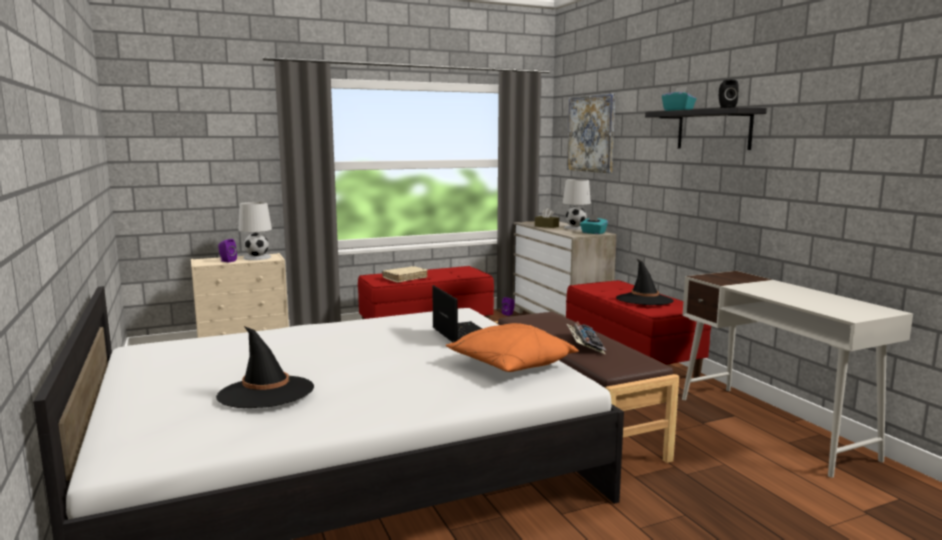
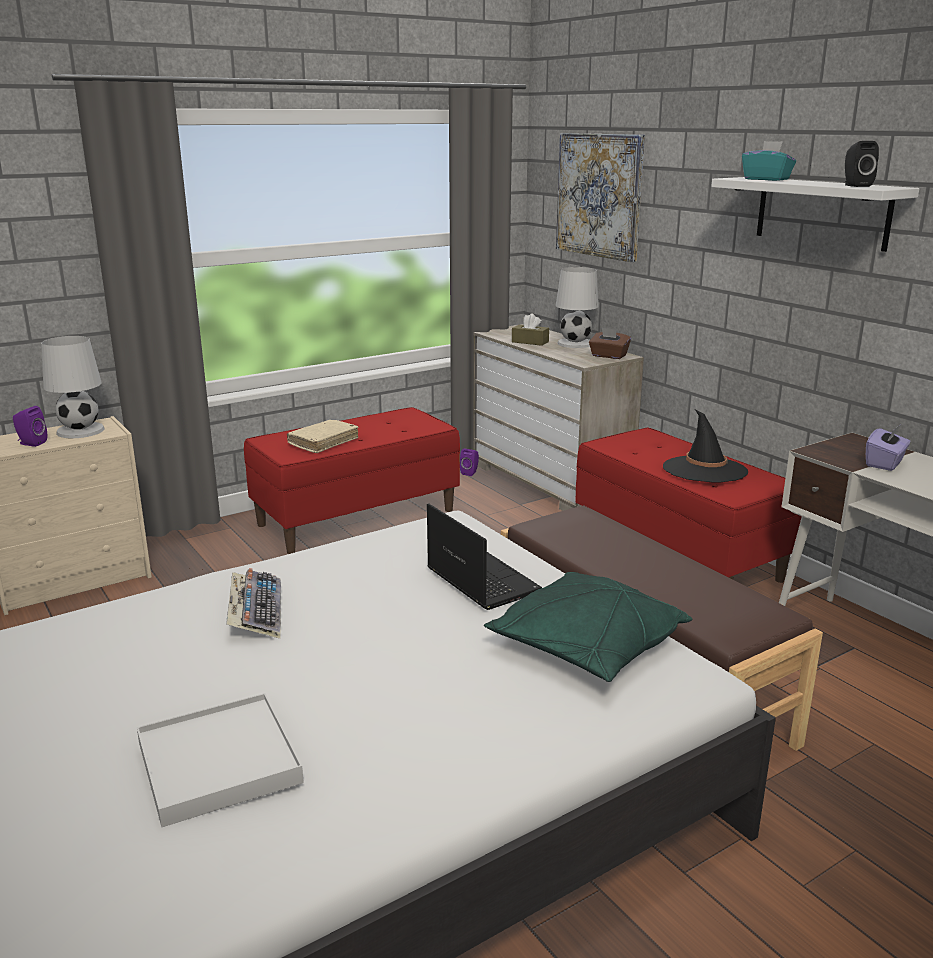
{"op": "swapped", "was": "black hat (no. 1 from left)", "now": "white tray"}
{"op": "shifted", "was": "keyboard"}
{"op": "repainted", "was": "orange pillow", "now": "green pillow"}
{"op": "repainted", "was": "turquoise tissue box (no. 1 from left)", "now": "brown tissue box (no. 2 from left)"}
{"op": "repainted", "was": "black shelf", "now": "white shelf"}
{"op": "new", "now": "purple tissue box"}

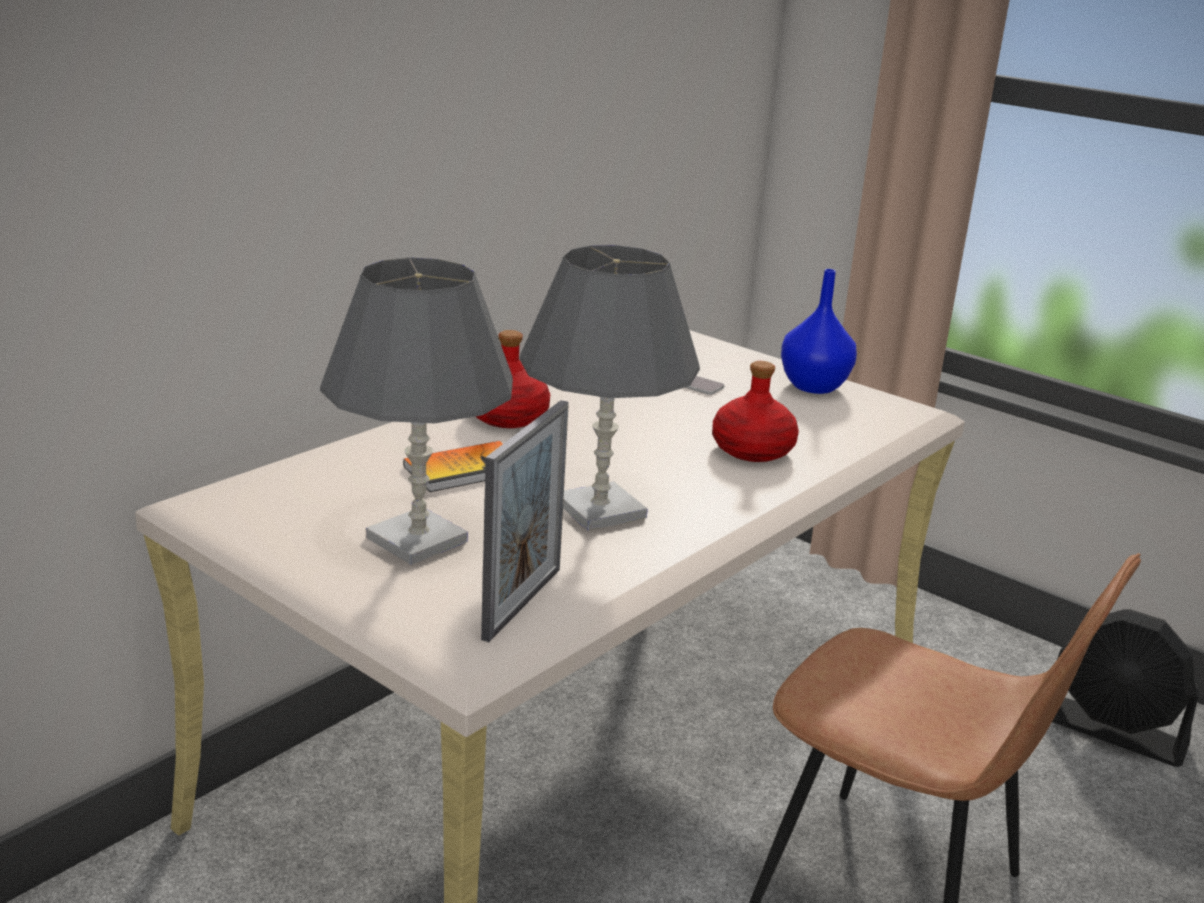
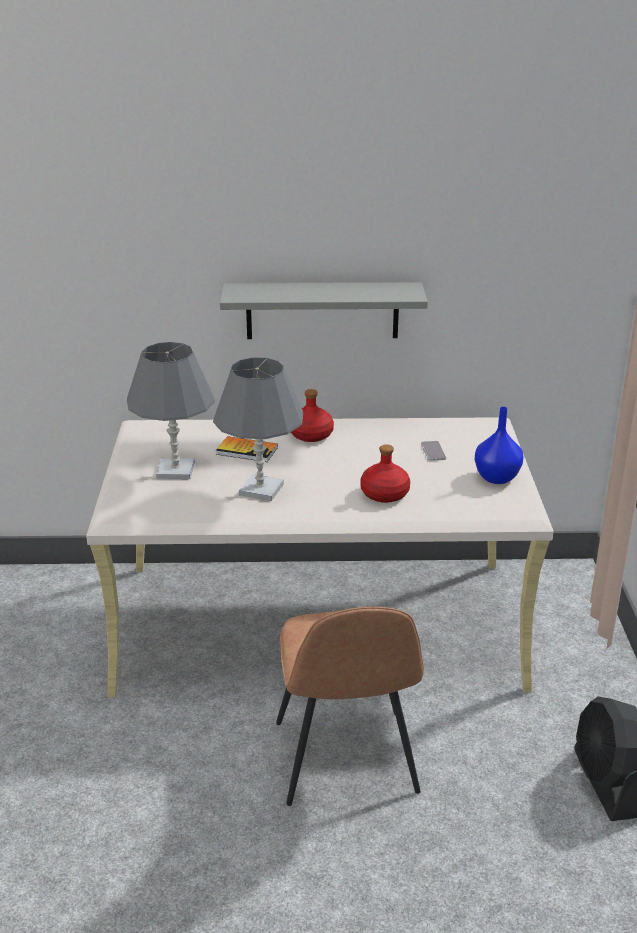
{"op": "new", "now": "grey shelf"}
{"op": "gone", "was": "picture frame"}

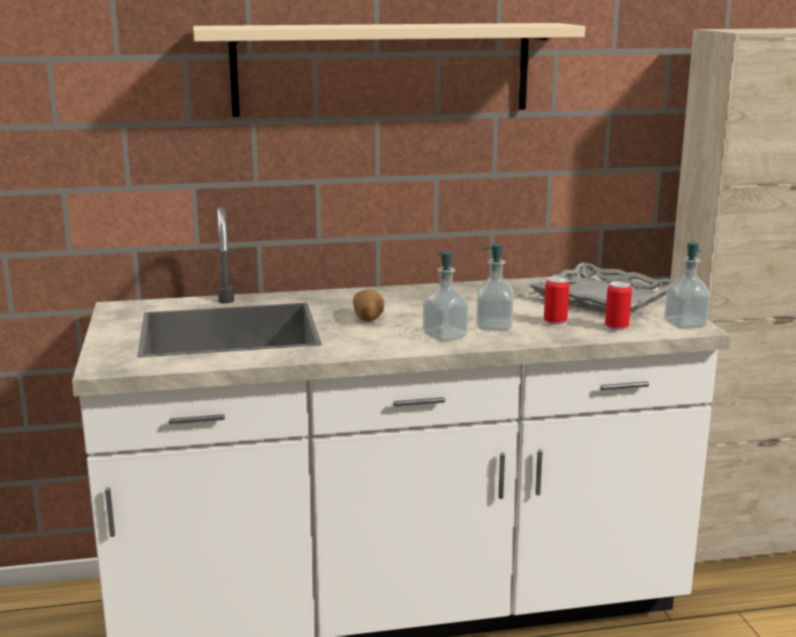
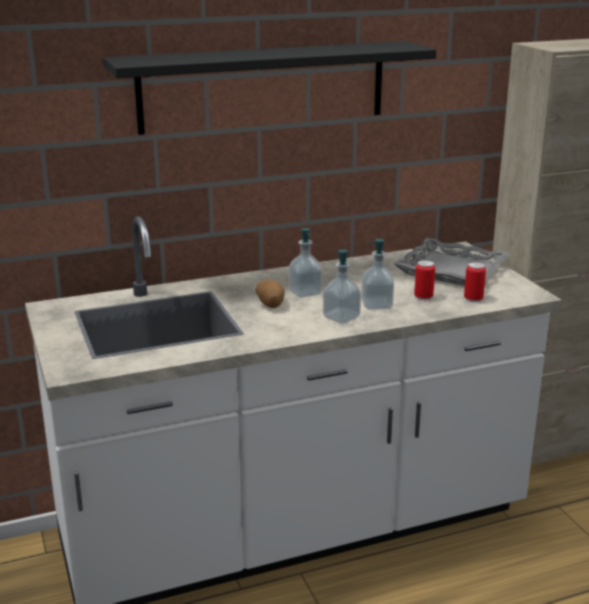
{"op": "repainted", "was": "beige shelf", "now": "black shelf"}
{"op": "shifted", "was": "soap dispenser (no. 3 from left in the first image)", "now": "soap dispenser (no. 1 from left)"}

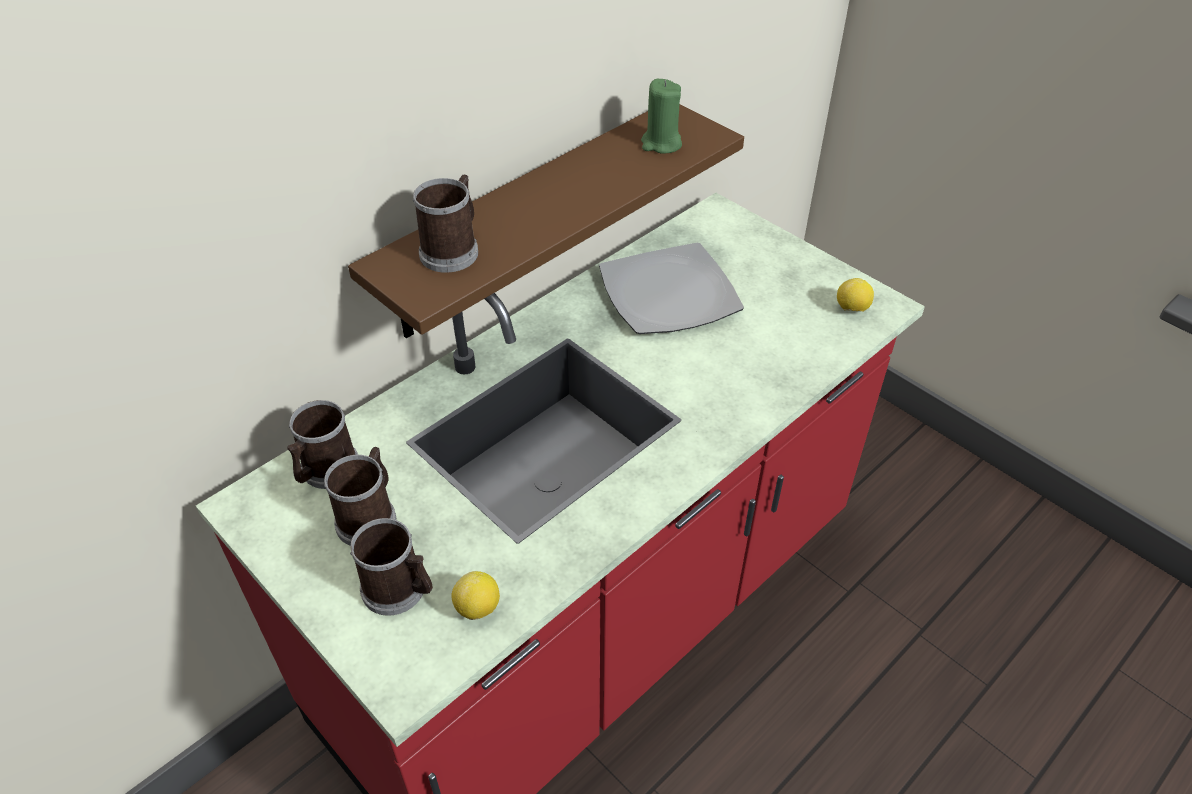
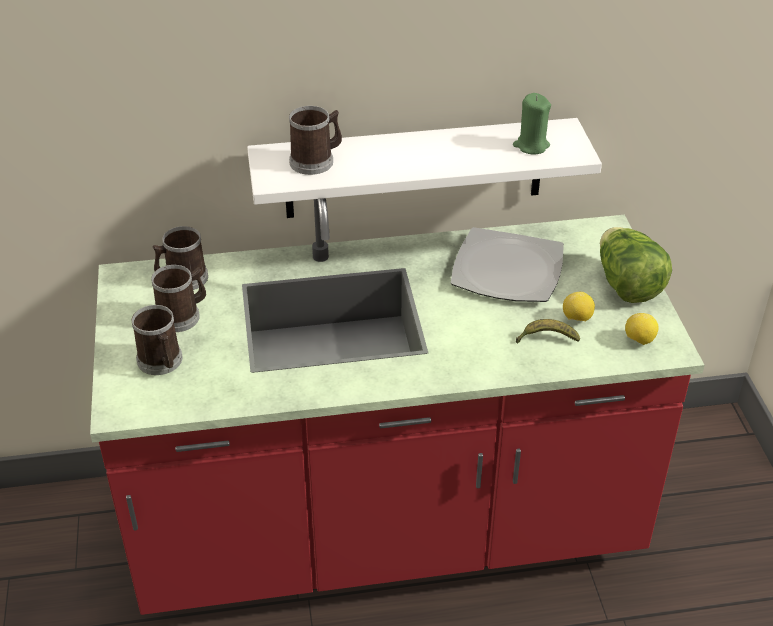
{"op": "repainted", "was": "brown shelf", "now": "white shelf"}
{"op": "new", "now": "banana"}
{"op": "shifted", "was": "lemon (no. 1 from left)"}
{"op": "new", "now": "lettuce"}

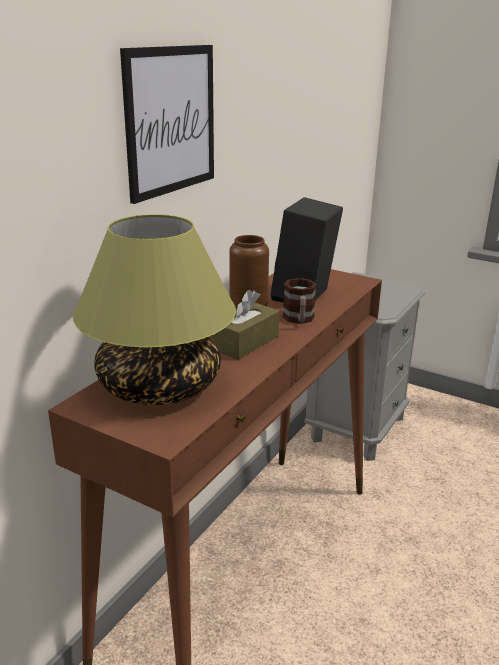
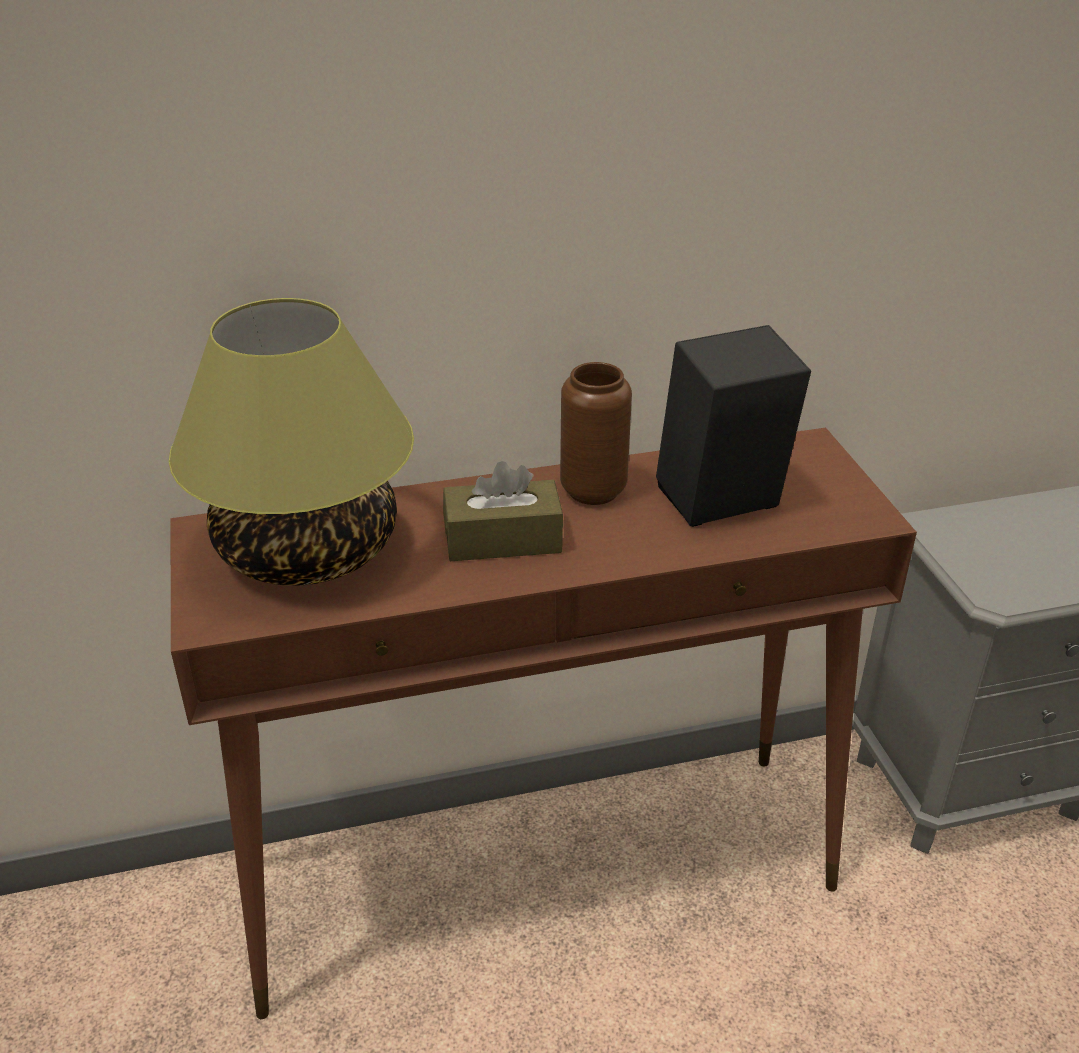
{"op": "gone", "was": "picture"}
{"op": "gone", "was": "mug"}

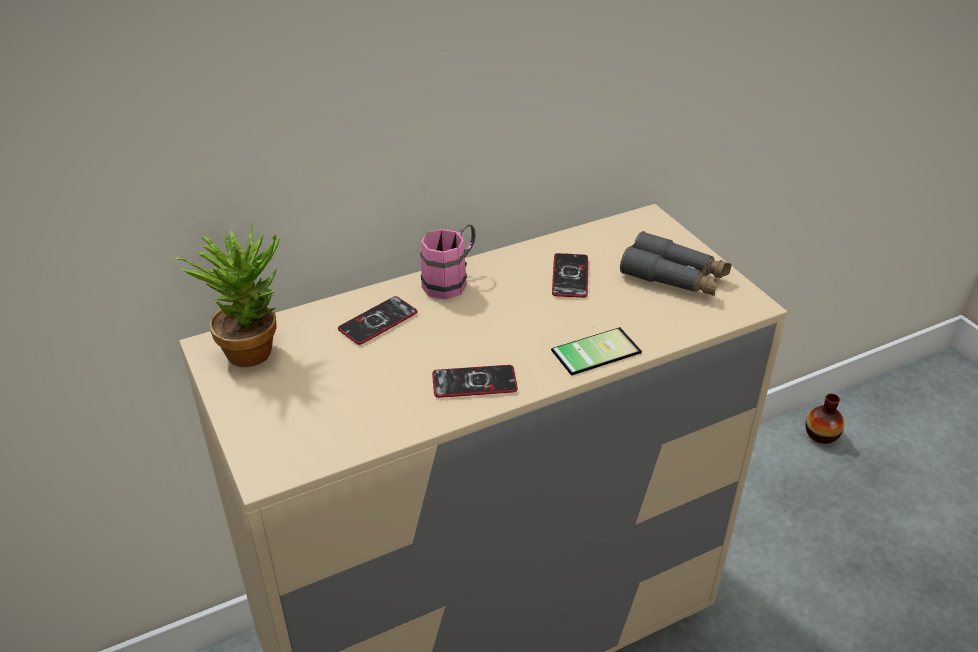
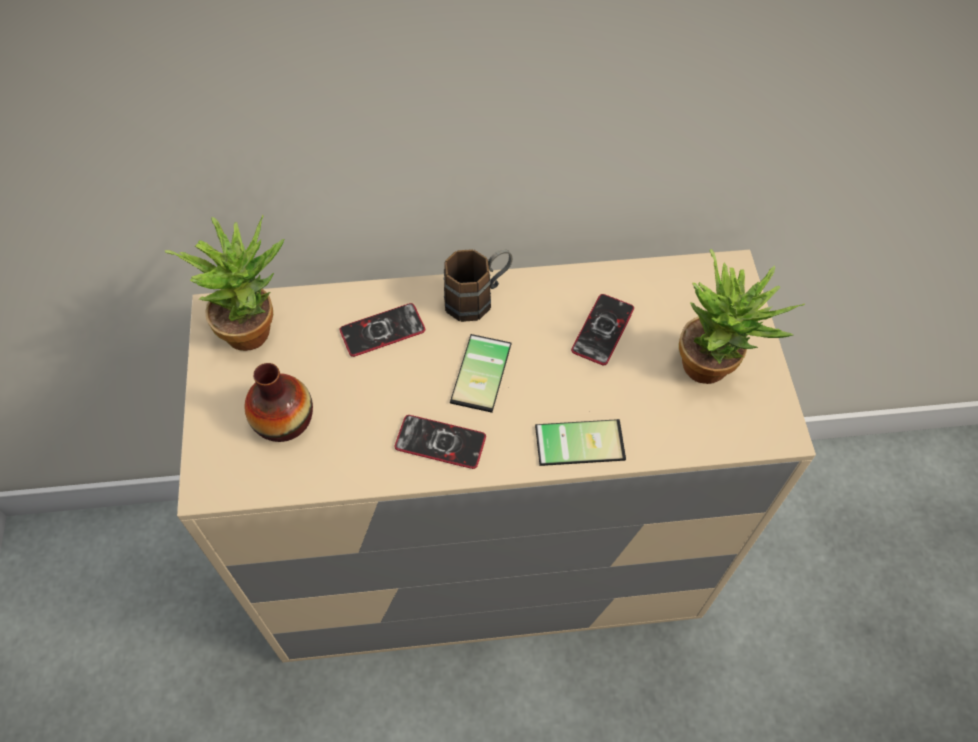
{"op": "shifted", "was": "vase"}
{"op": "repainted", "was": "pink mug", "now": "brown mug"}
{"op": "new", "now": "phone (no. 3 from left)"}
{"op": "swapped", "was": "grey binoculars", "now": "potted plant (no. 2 from left)"}

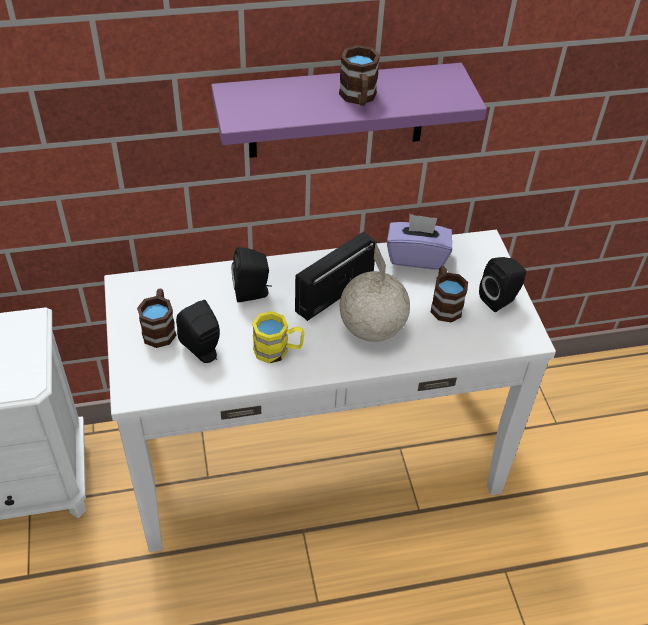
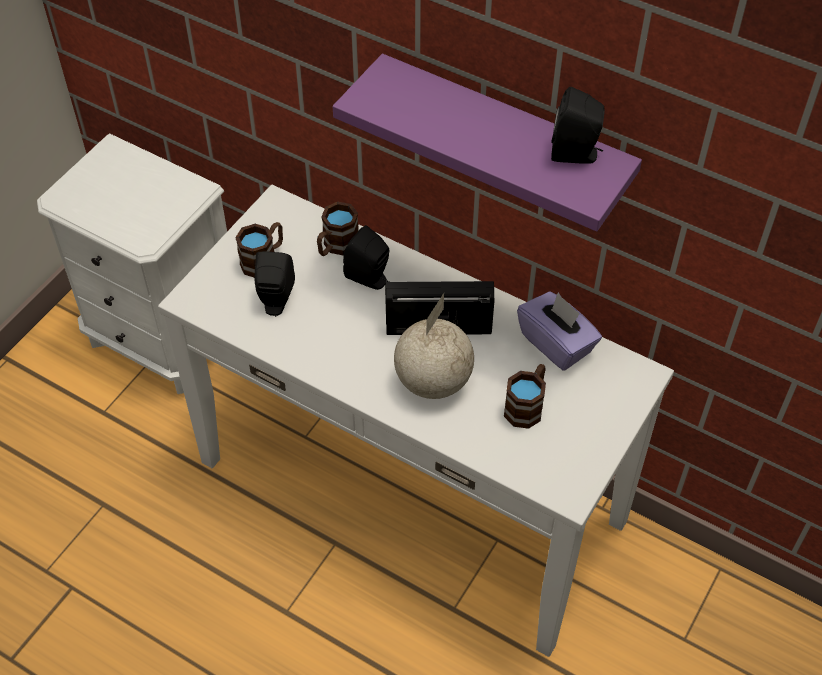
{"op": "shifted", "was": "brown mug (no. 2 from left)"}
{"op": "shifted", "was": "black speaker (no. 3 from left)"}
{"op": "gone", "was": "yellow mug"}

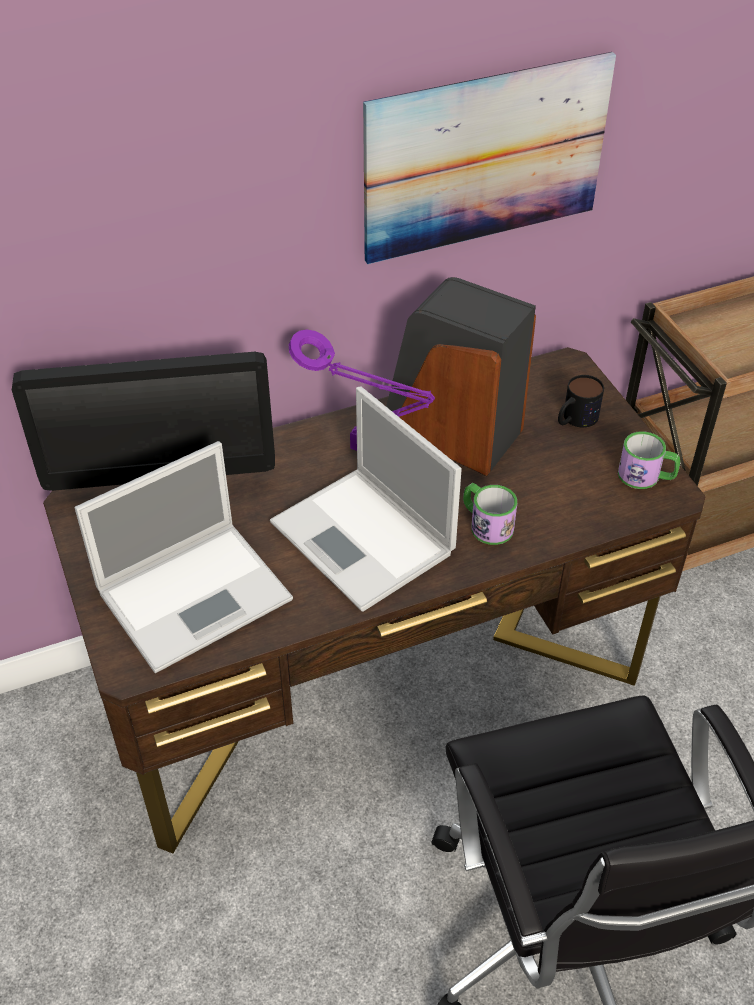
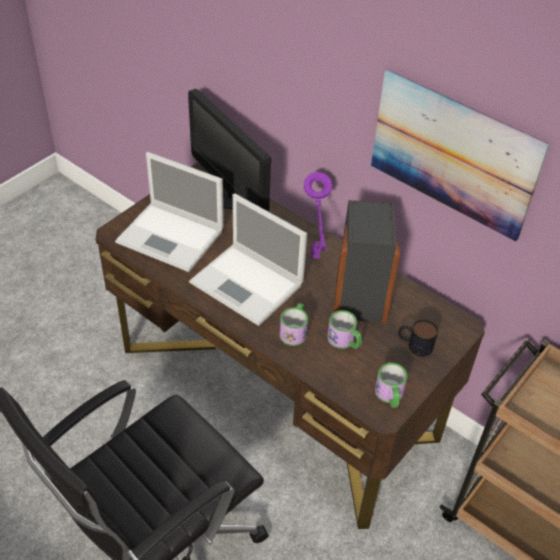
{"op": "rotated", "was": "laptop (no. 2 from left)", "clockwise": -75}
{"op": "new", "now": "mug (no. 2 from left)"}

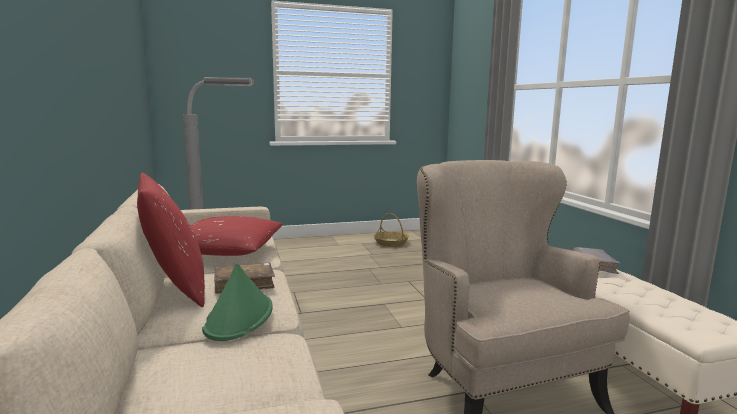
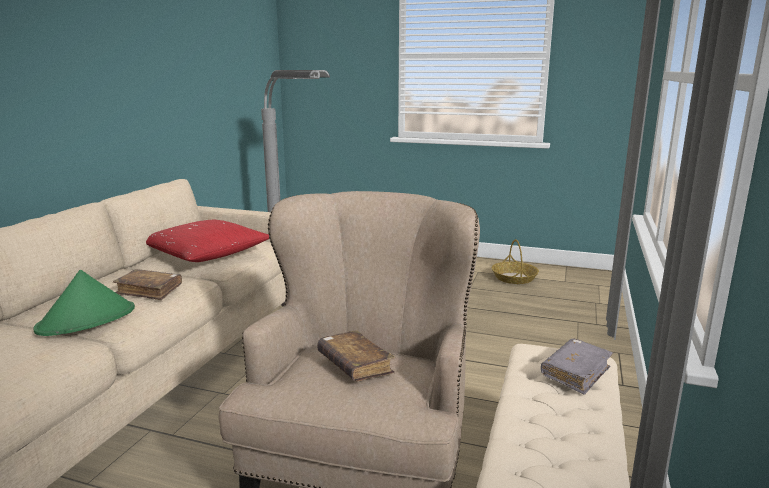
{"op": "new", "now": "brown book (no. 2 from left)"}
{"op": "gone", "was": "red pillow (no. 1 from left)"}

